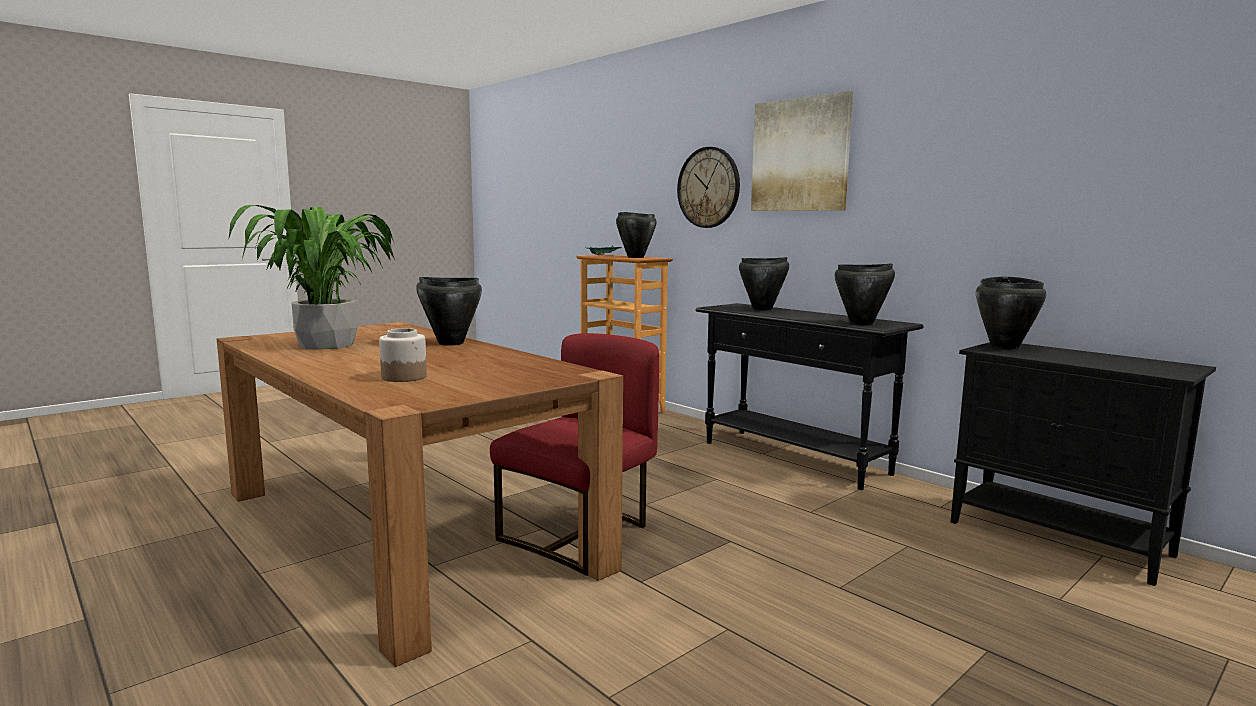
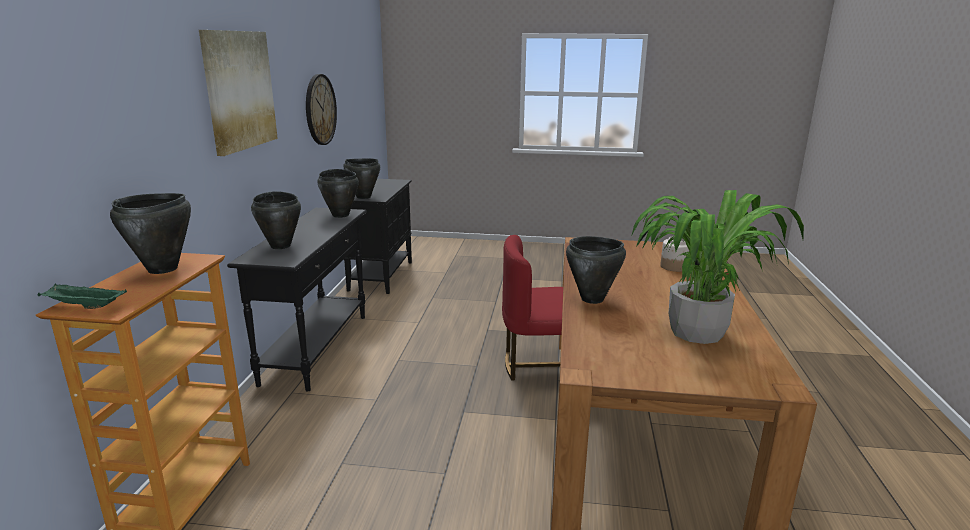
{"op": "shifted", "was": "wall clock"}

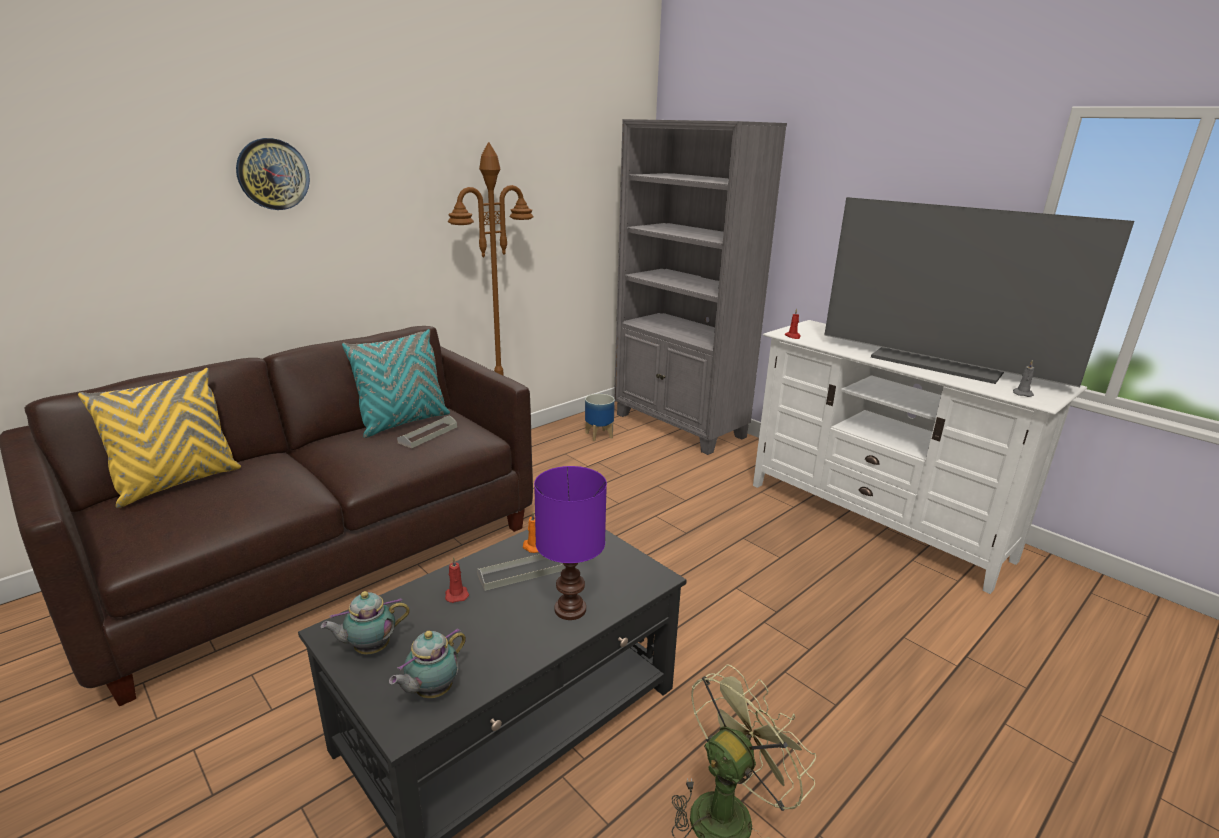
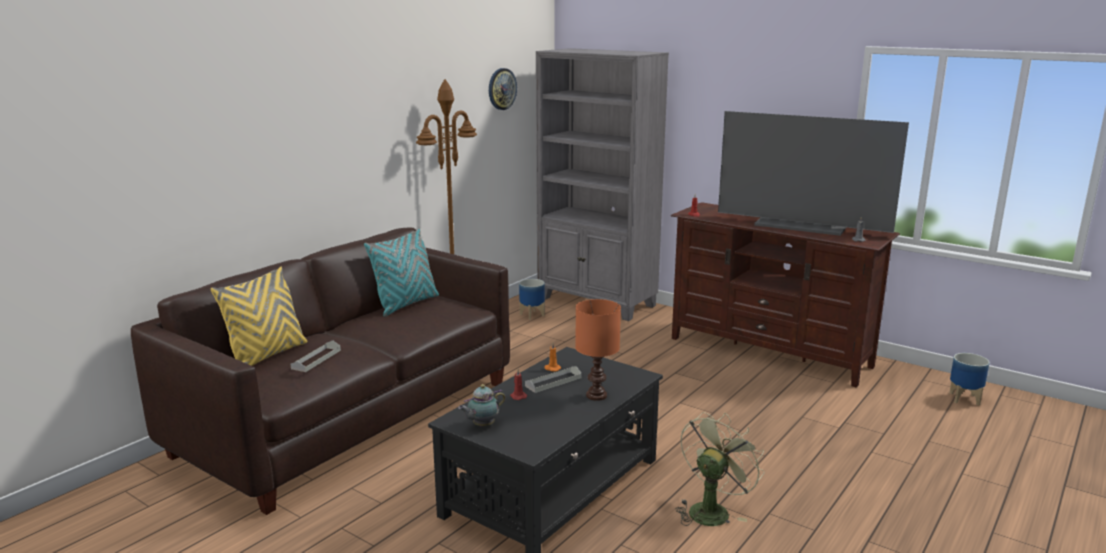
{"op": "shifted", "was": "grey tray (no. 1 from left)"}
{"op": "shifted", "was": "wall clock"}
{"op": "repainted", "was": "purple table lamp", "now": "orange table lamp"}
{"op": "repainted", "was": "white tv stand", "now": "brown tv stand"}
{"op": "new", "now": "planter (no. 2 from left)"}
{"op": "gone", "was": "teapot (no. 2 from left)"}

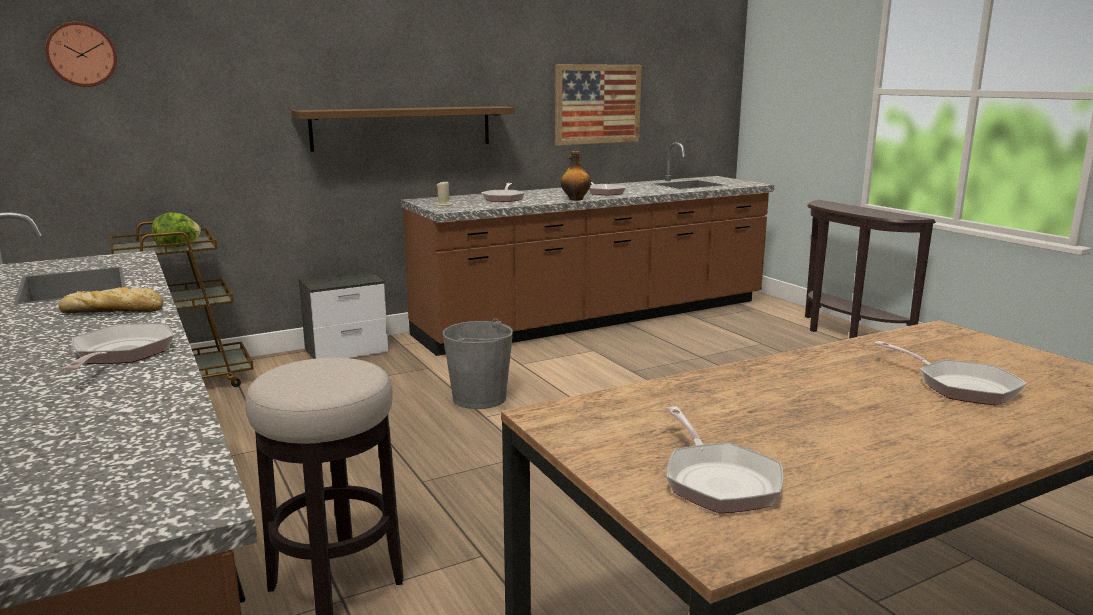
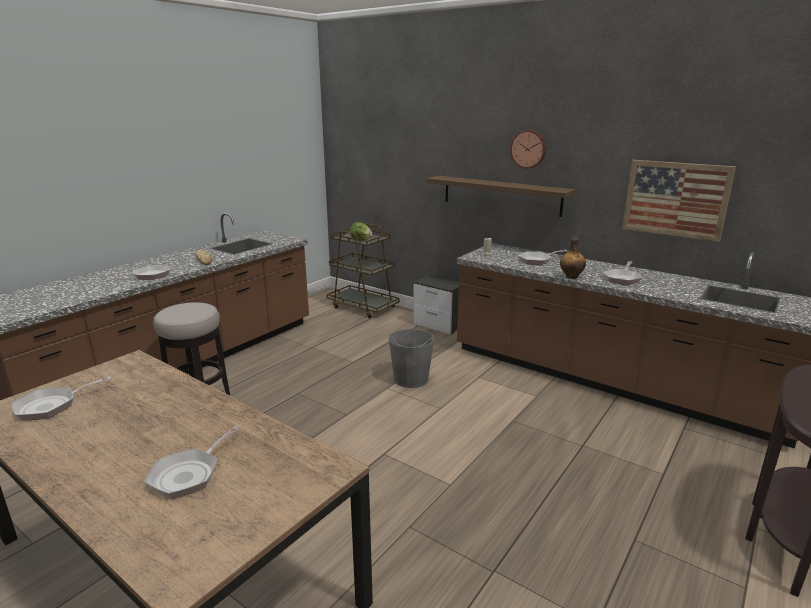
{"op": "shifted", "was": "wall clock"}

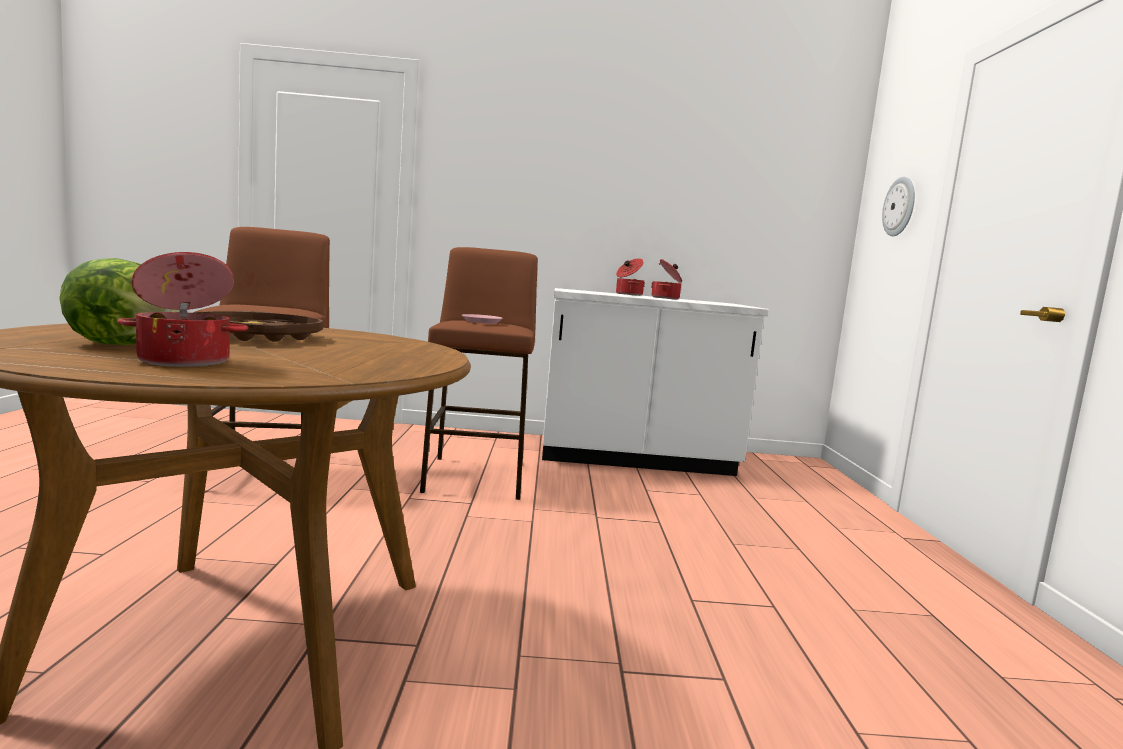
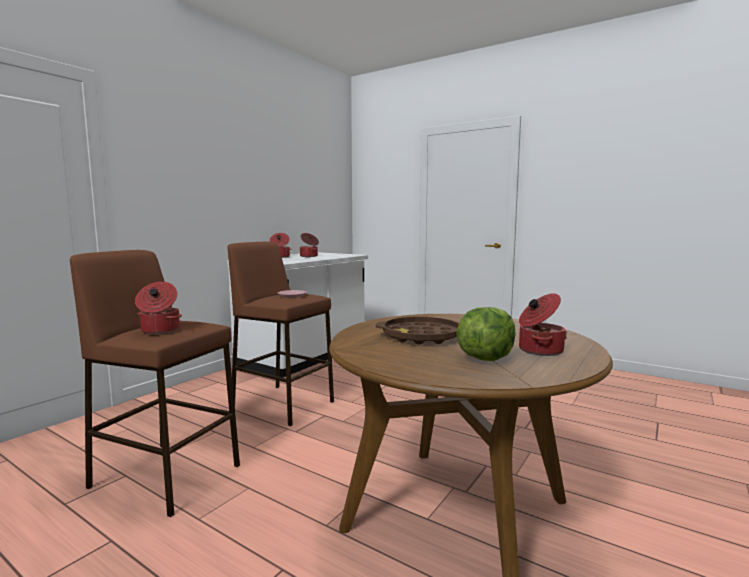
{"op": "new", "now": "cooking pot (no. 1 from left)"}
{"op": "gone", "was": "wall clock"}

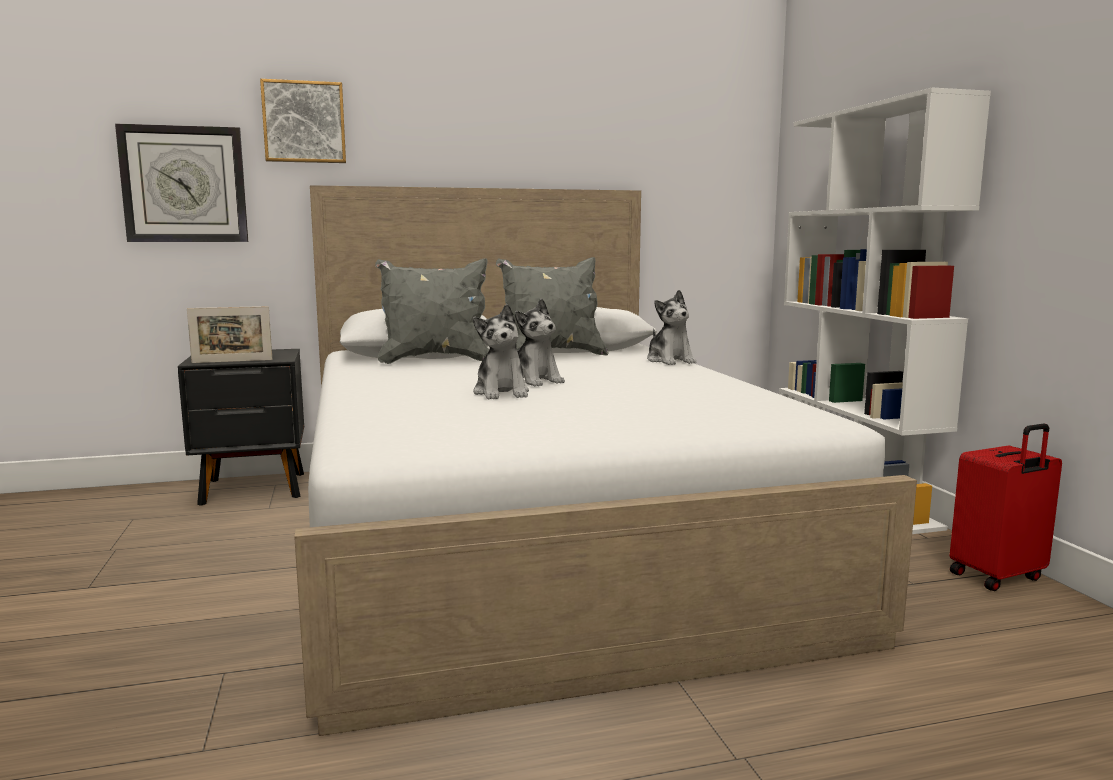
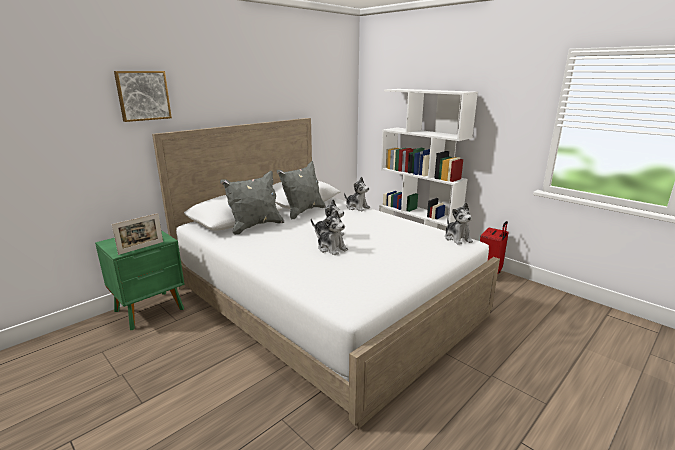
{"op": "repainted", "was": "black nightstand", "now": "green nightstand"}
{"op": "new", "now": "plush toy (no. 4 from left)"}
{"op": "gone", "was": "wall clock"}

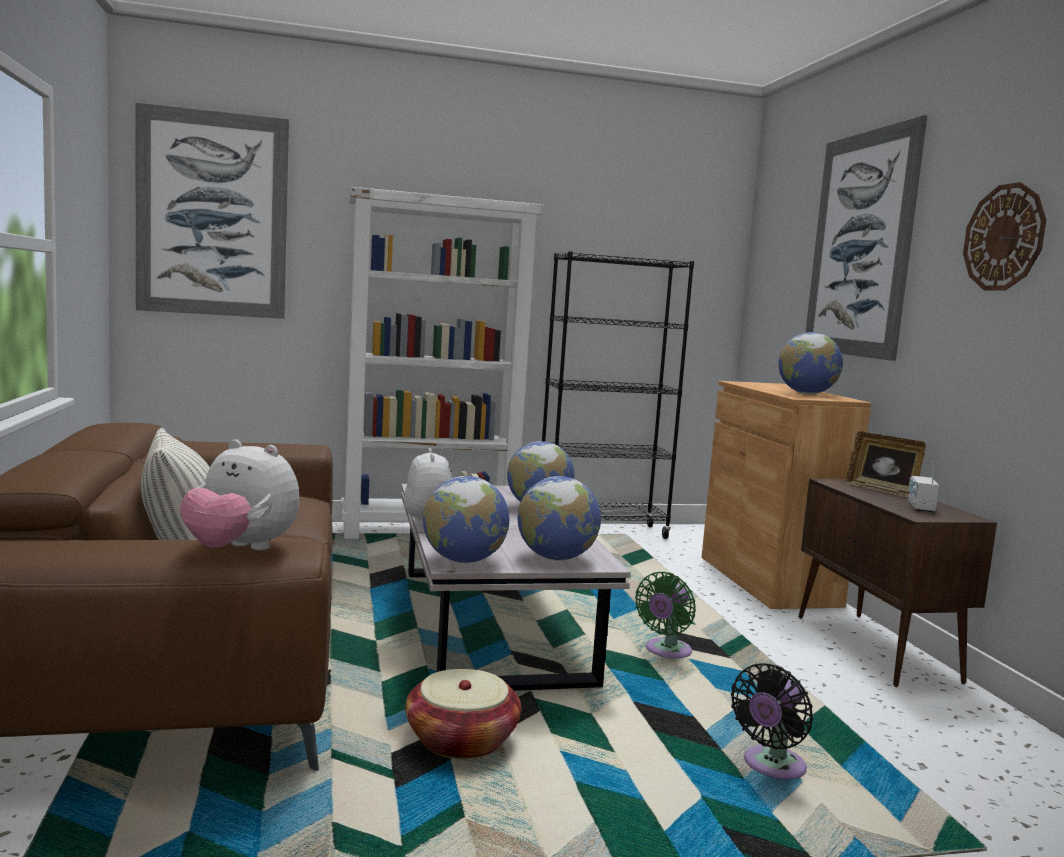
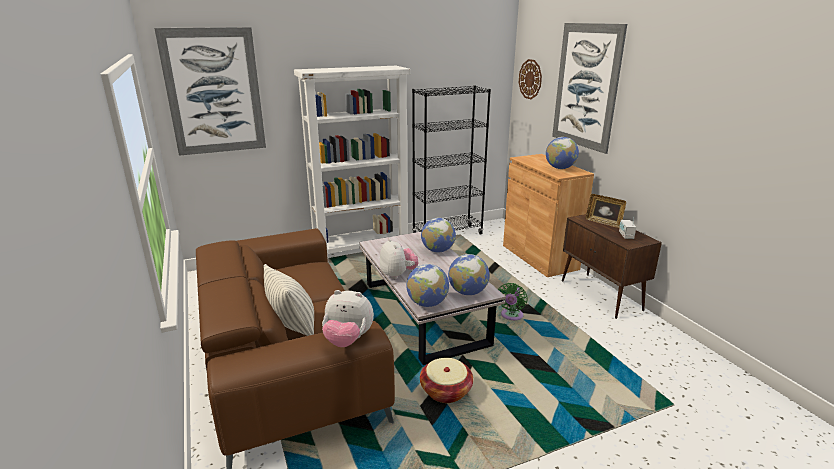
{"op": "shifted", "was": "wall clock"}
{"op": "gone", "was": "black fan"}

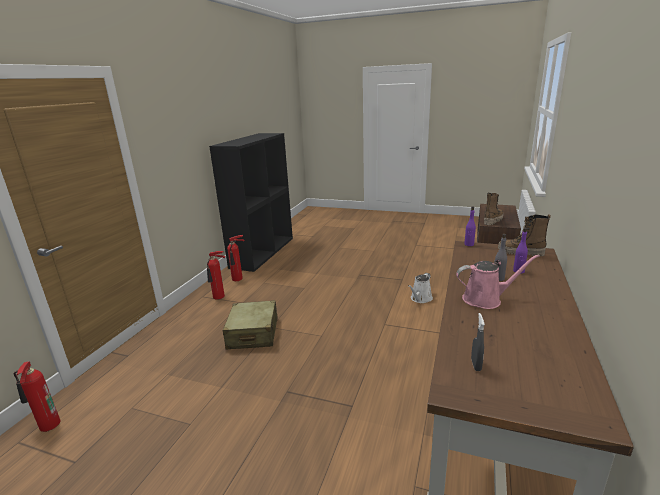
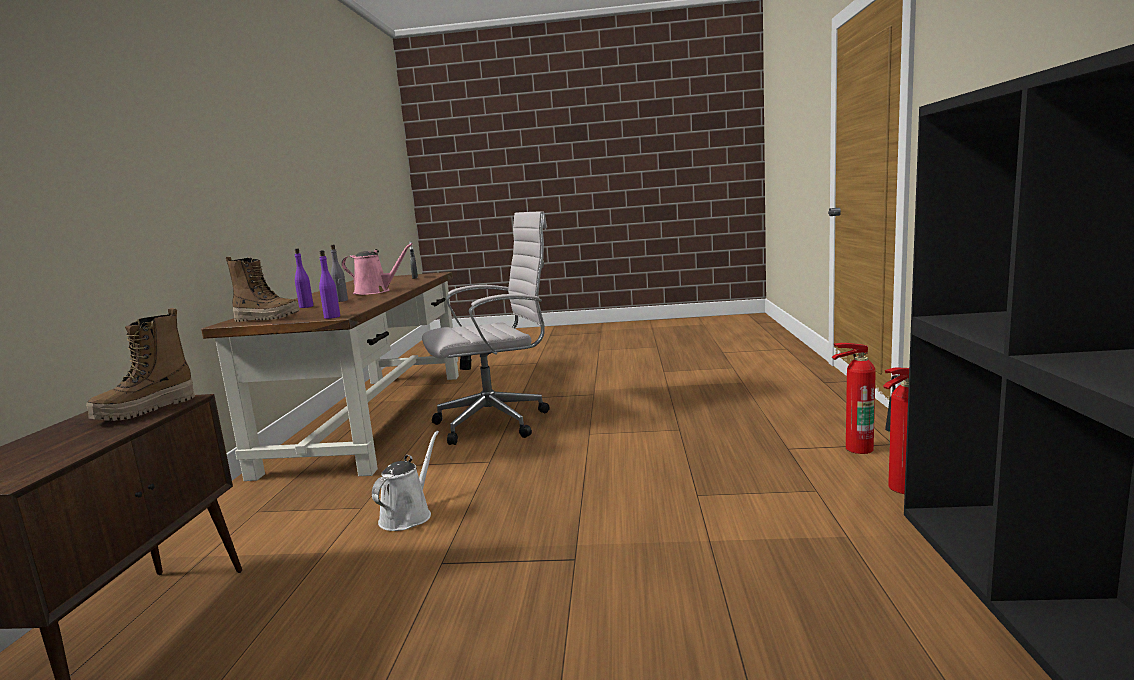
{"op": "rotated", "was": "pink watering can", "clockwise": -150}
{"op": "new", "now": "white office chair"}
{"op": "gone", "was": "fire extinguisher (no. 1 from left)"}
{"op": "gone", "was": "beige suitcase"}

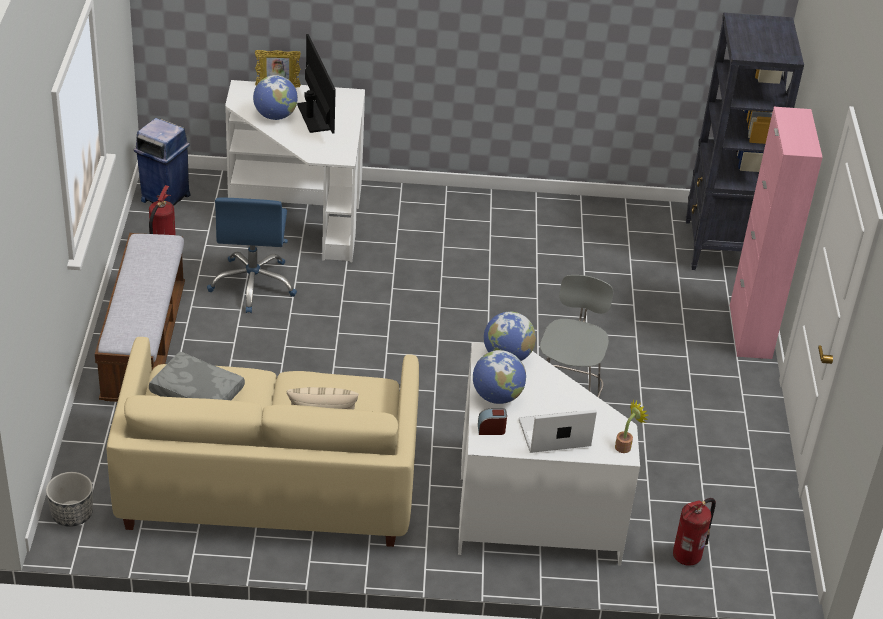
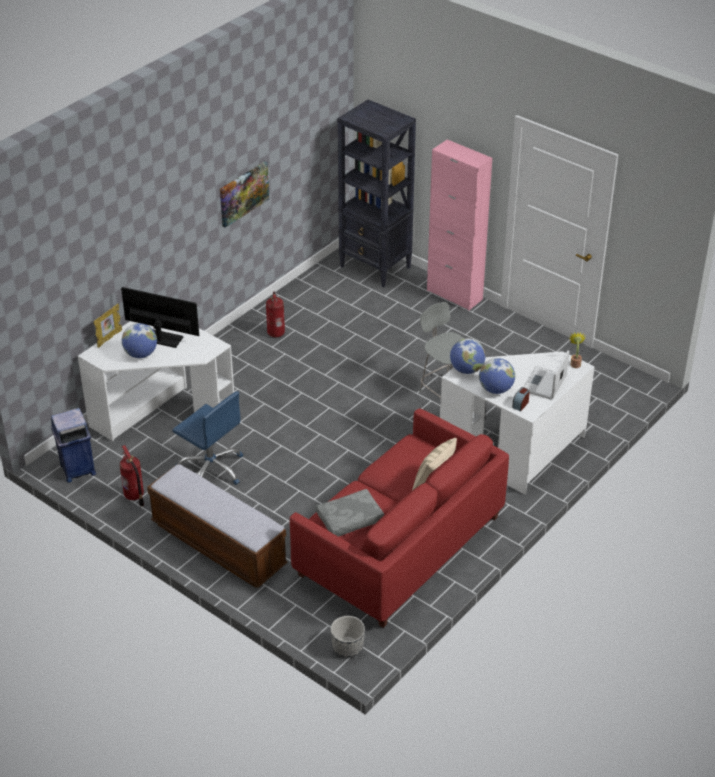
{"op": "new", "now": "picture"}
{"op": "shifted", "was": "fire extinguisher (no. 2 from left)"}
{"op": "repainted", "was": "beige sofa", "now": "red sofa"}

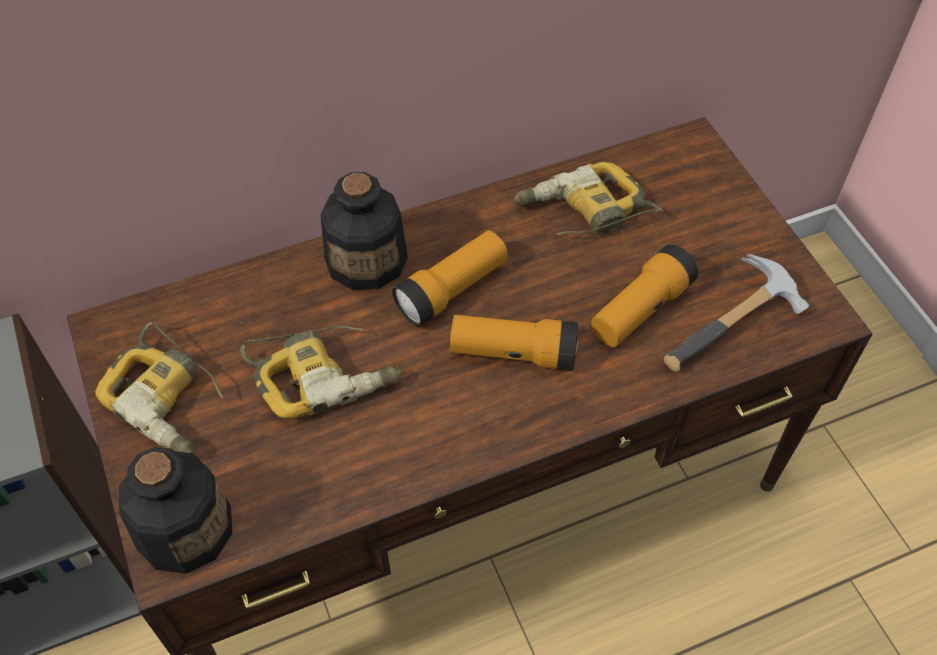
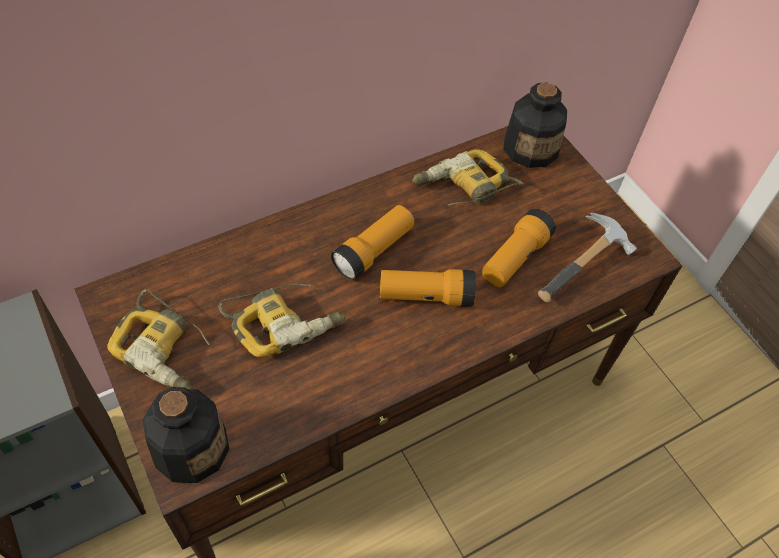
{"op": "shifted", "was": "bottle (no. 2 from left)"}

